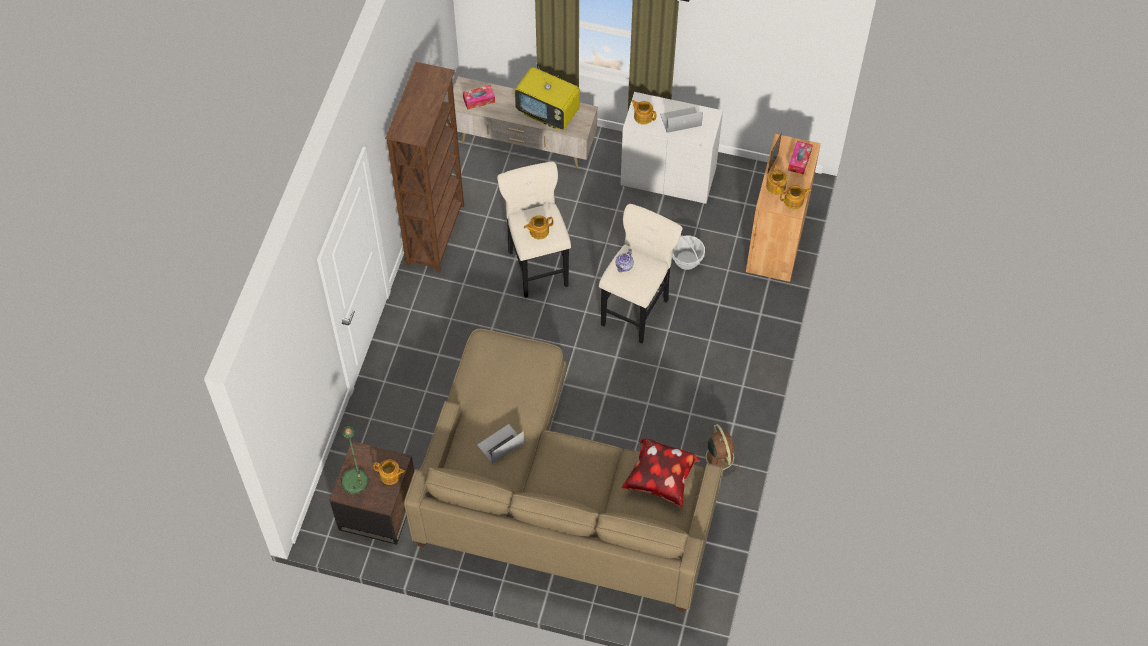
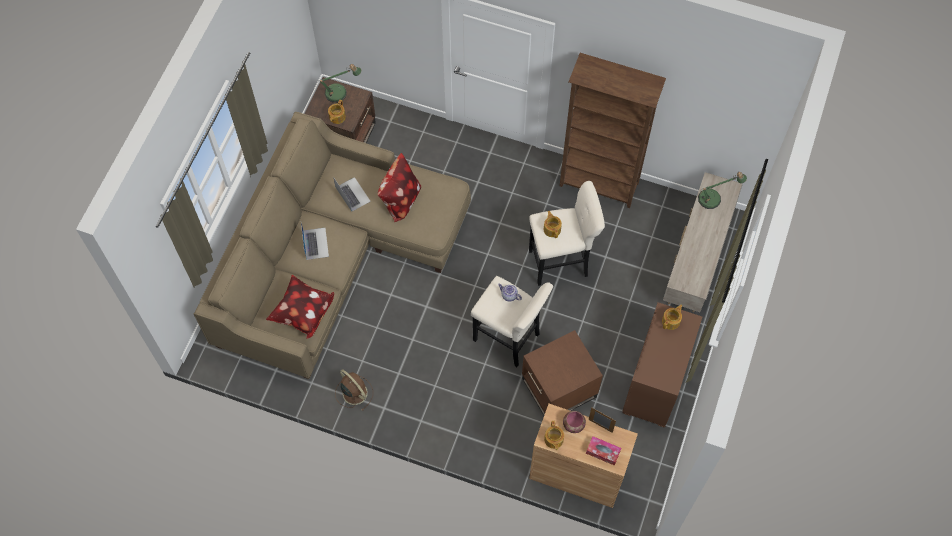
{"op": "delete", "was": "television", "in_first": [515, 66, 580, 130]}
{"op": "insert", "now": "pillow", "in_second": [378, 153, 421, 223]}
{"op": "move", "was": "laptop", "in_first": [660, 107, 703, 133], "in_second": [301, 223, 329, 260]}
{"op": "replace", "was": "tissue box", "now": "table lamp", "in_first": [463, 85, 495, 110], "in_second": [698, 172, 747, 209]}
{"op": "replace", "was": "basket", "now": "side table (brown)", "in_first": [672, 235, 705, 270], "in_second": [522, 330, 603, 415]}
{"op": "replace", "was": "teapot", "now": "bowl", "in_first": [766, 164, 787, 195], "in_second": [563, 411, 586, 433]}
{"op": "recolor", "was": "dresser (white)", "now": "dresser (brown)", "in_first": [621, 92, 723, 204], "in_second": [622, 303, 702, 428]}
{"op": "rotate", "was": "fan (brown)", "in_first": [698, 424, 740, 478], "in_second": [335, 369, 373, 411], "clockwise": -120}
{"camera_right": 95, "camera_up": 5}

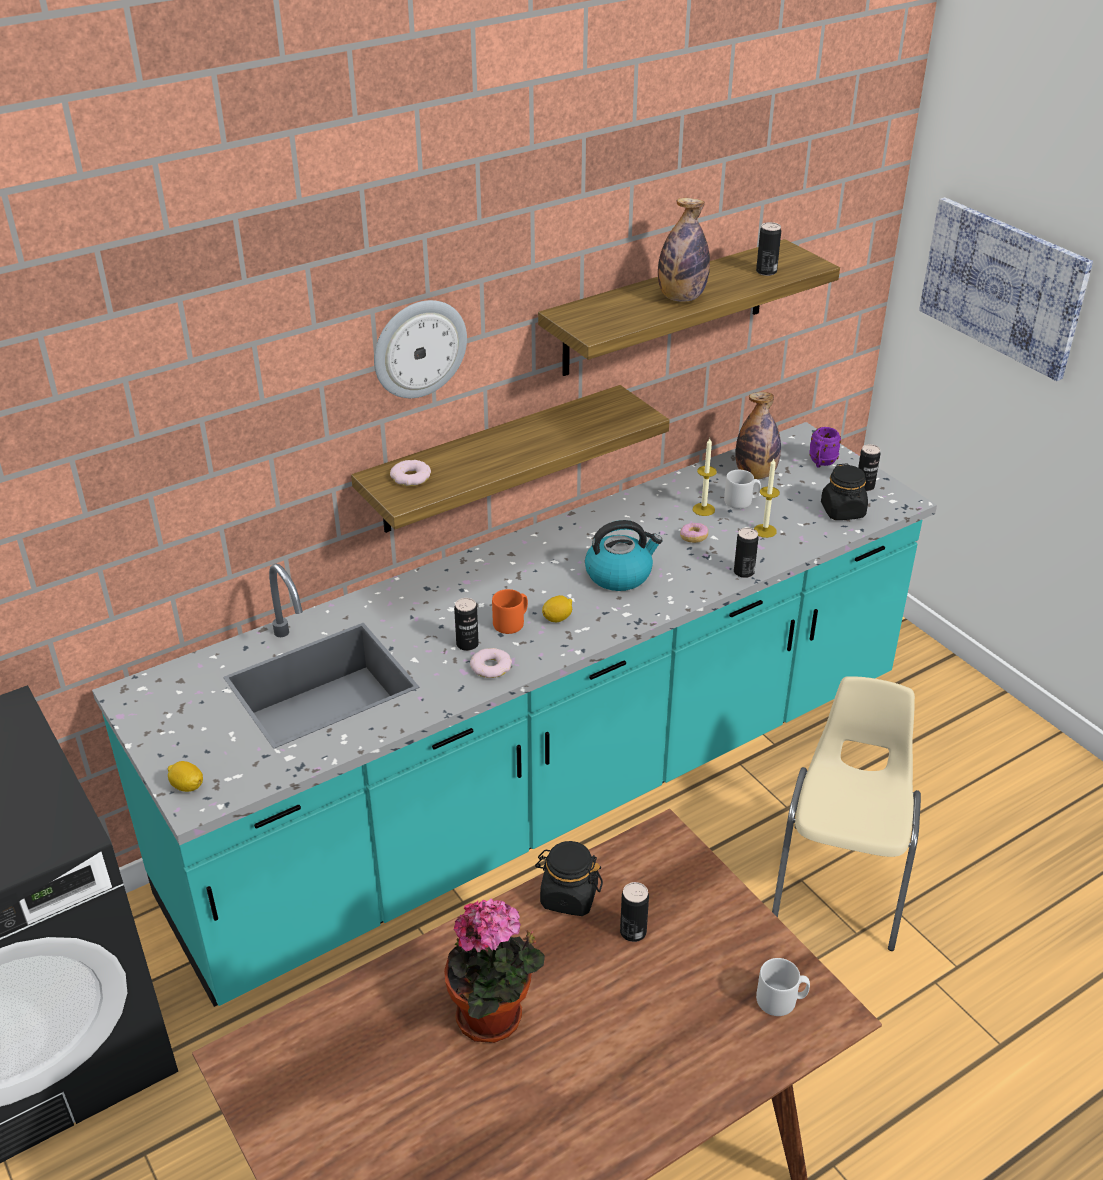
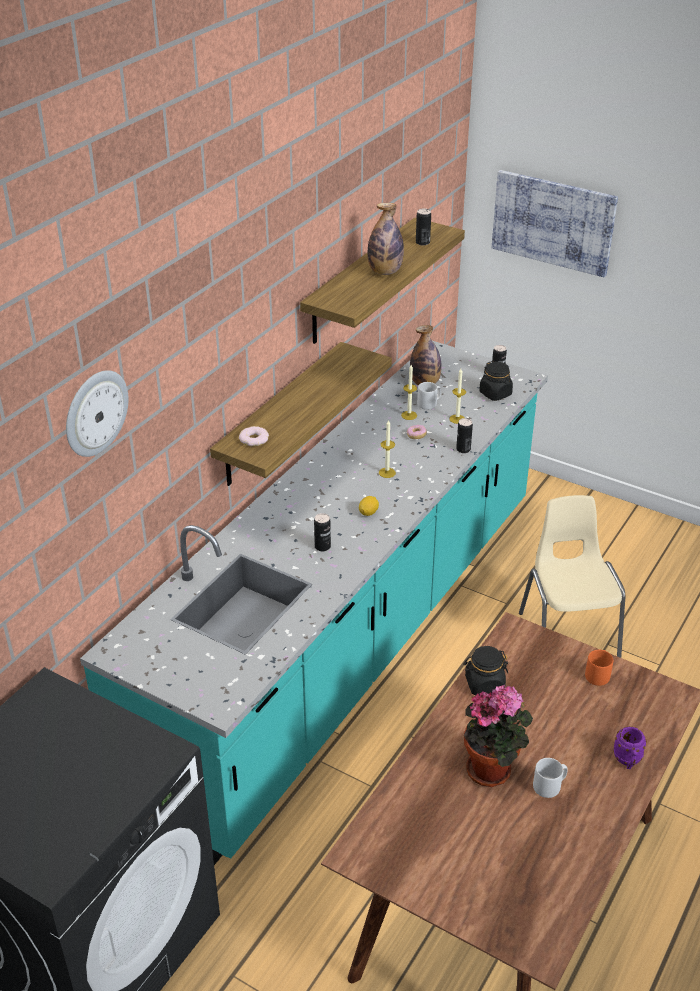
{"op": "delete", "was": "lemon", "in_first": [168, 761, 203, 792]}
{"op": "delete", "was": "donut", "in_first": [470, 648, 512, 678]}
{"op": "delete", "was": "can", "in_first": [620, 882, 649, 942]}
{"op": "move", "was": "wall clock", "in_first": [374, 300, 467, 398], "in_second": [66, 370, 128, 457]}
{"op": "move", "was": "mug (orange)", "in_first": [492, 589, 528, 634], "in_second": [585, 650, 613, 686]}
{"op": "move", "was": "mug (grey)", "in_first": [756, 958, 810, 1016], "in_second": [533, 758, 568, 798]}
{"op": "move", "was": "mug (purple)", "in_first": [809, 427, 841, 468], "in_second": [613, 727, 647, 769]}
{"op": "replace", "was": "kettle", "now": "candle", "in_first": [585, 520, 663, 591], "in_second": [379, 420, 396, 478]}
{"camera_right": -25, "camera_up": 0}

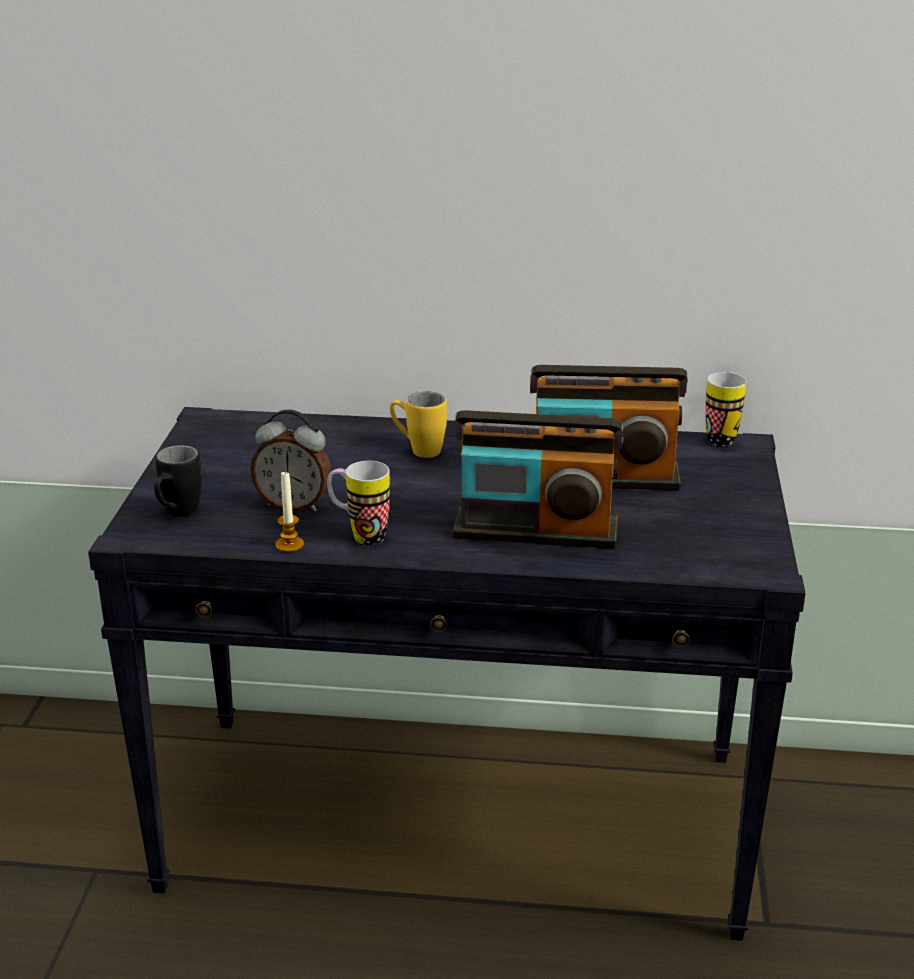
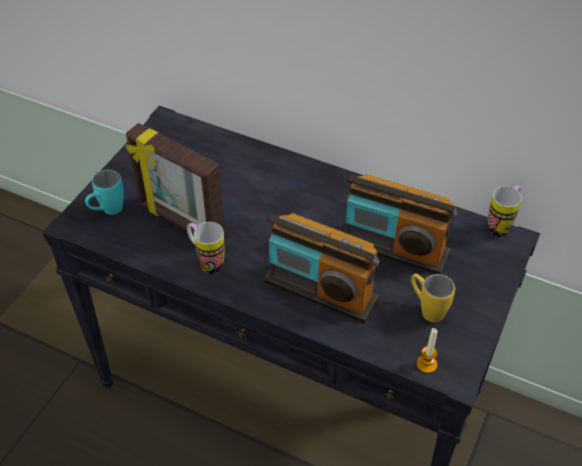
{"op": "move", "was": "candle", "in_first": [275, 472, 304, 552], "in_second": [416, 328, 437, 373]}
{"op": "move", "was": "mug (yellow)", "in_first": [390, 392, 447, 458], "in_second": [411, 274, 455, 322]}
{"op": "replace", "was": "alarm clock", "now": "picture frame", "in_first": [250, 410, 331, 512], "in_second": [125, 123, 225, 236]}
{"op": "recolor", "was": "mug (black)", "now": "mug (turquoise)", "in_first": [154, 445, 202, 517], "in_second": [85, 169, 124, 215]}
{"camera_right": 20, "camera_up": 20}

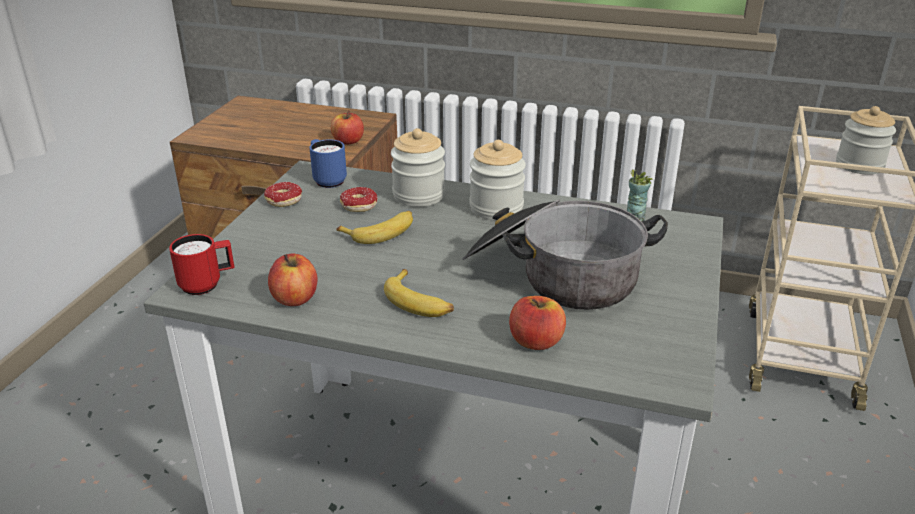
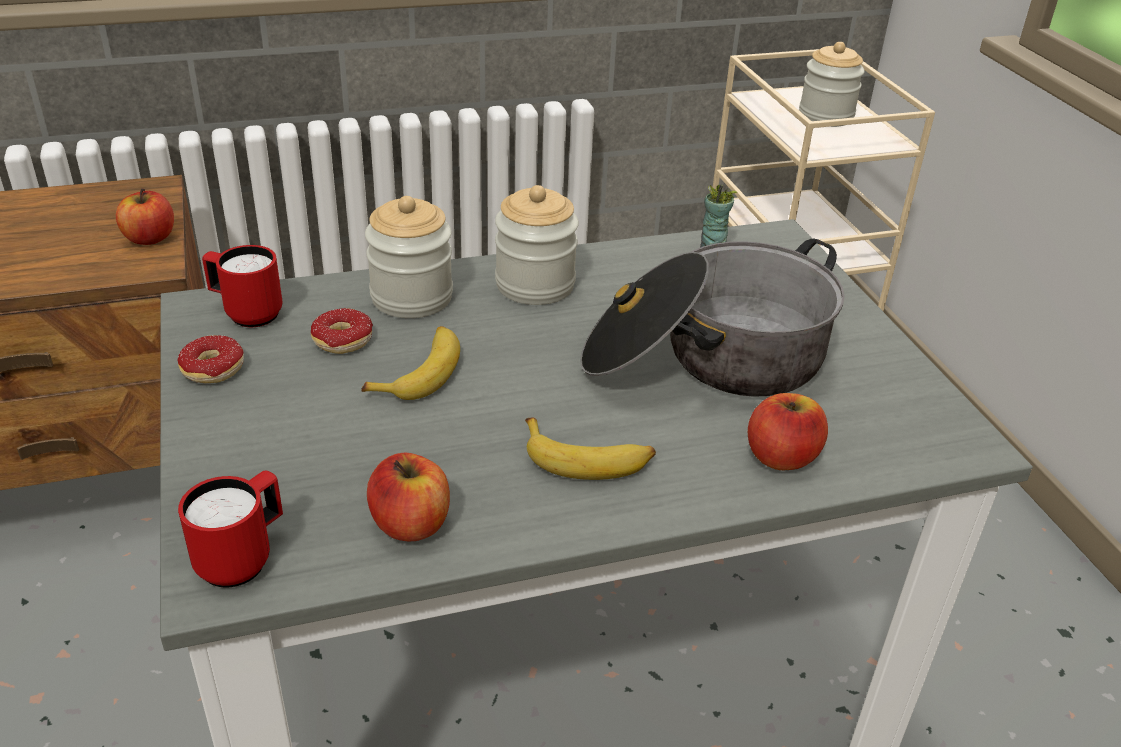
{"op": "recolor", "was": "mug (blue)", "now": "mug (red)", "in_first": [310, 139, 347, 188], "in_second": [202, 245, 283, 327]}
{"camera_right": -35, "camera_up": 5}

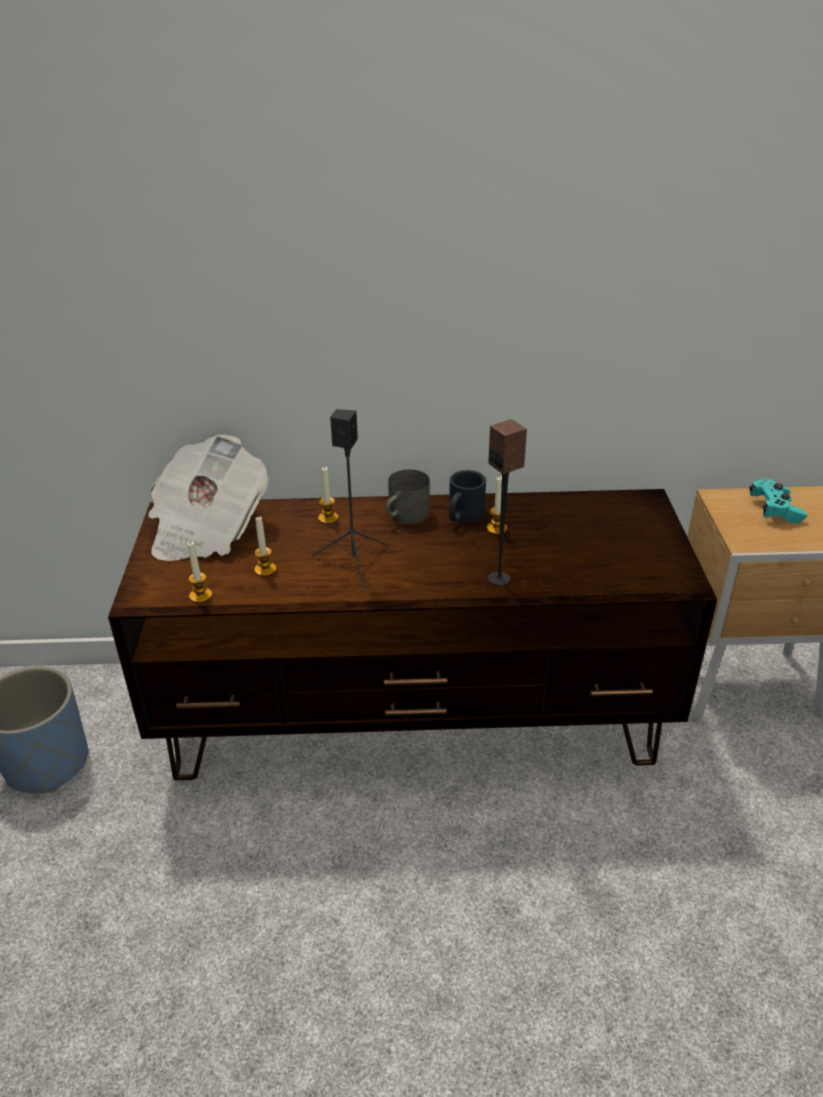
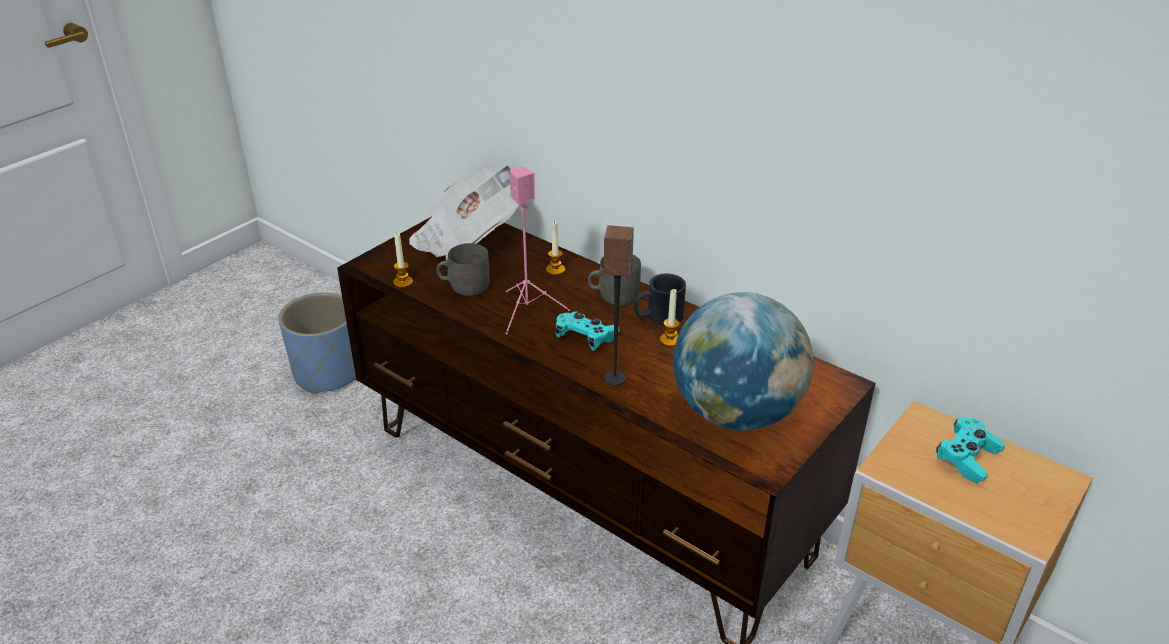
{"op": "insert", "now": "game controller (turquoise)", "in_second": [555, 312, 620, 351]}
{"op": "insert", "now": "globe", "in_second": [673, 292, 813, 431]}
{"op": "replace", "was": "candle", "now": "mug (grey)", "in_first": [254, 516, 276, 577], "in_second": [437, 243, 490, 296]}
{"op": "recolor", "was": "speaker (black)", "now": "speaker (pink)", "in_first": [311, 409, 388, 592], "in_second": [505, 166, 570, 335]}
{"camera_right": 40, "camera_up": 0}

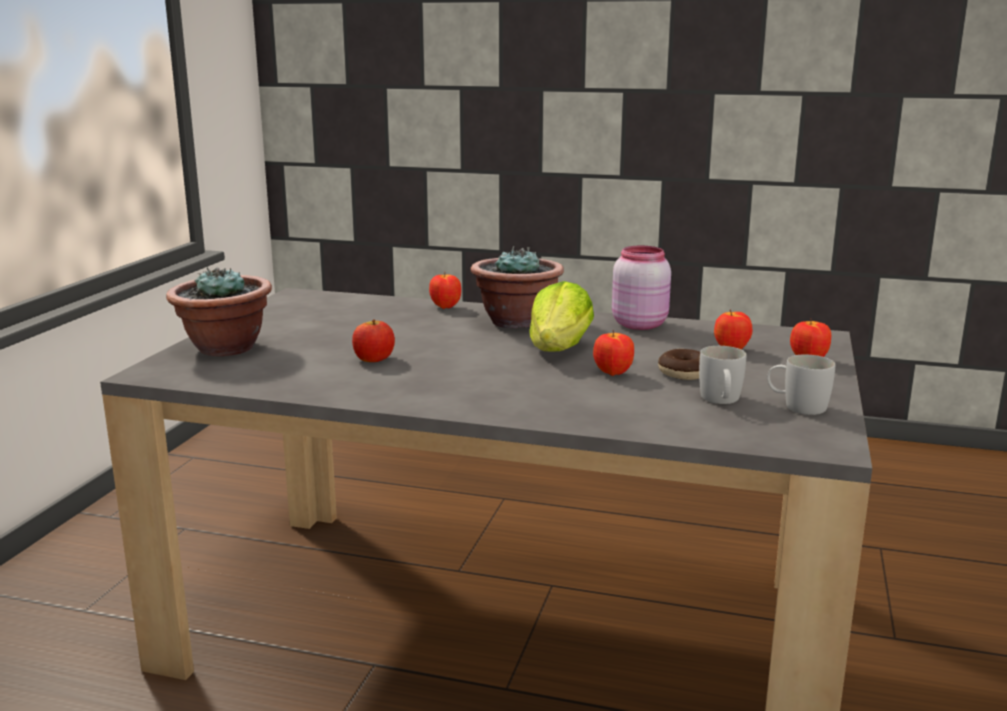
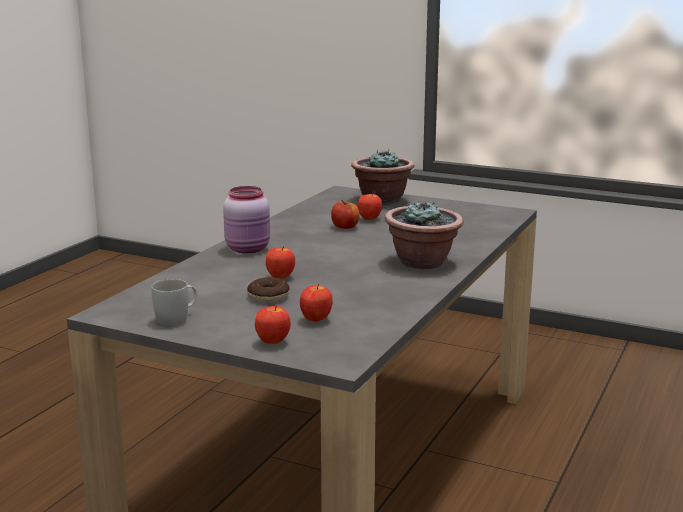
{"op": "delete", "was": "lettuce", "in_first": [529, 281, 594, 352]}
{"op": "delete", "was": "mug (white)", "in_first": [699, 346, 746, 404]}
{"op": "move", "was": "apple", "in_first": [429, 272, 461, 309], "in_second": [358, 194, 382, 220]}
{"op": "move", "was": "jar (pink)", "in_first": [612, 246, 671, 330], "in_second": [223, 186, 270, 254]}
{"camera_right": 100, "camera_up": 0}

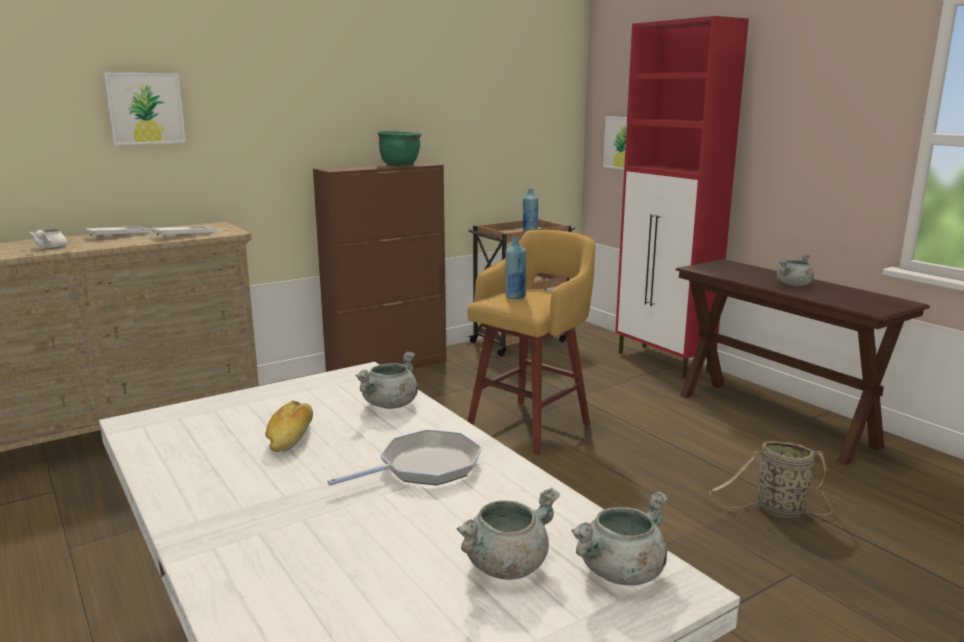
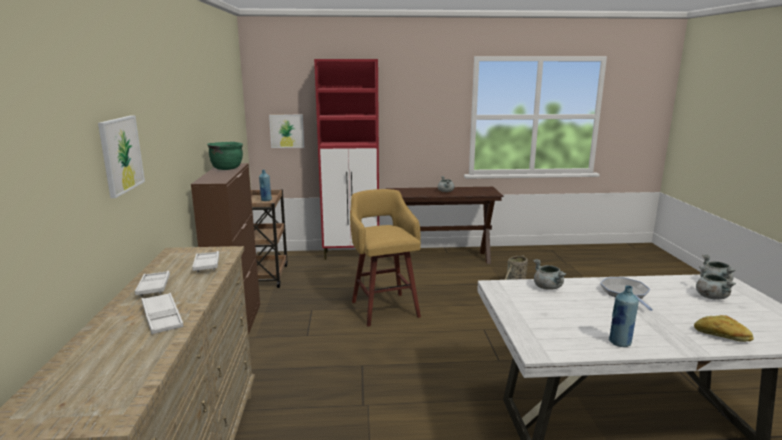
{"op": "move", "was": "bread", "in_first": [265, 400, 313, 452], "in_second": [694, 315, 754, 342]}
{"op": "move", "was": "bottle (blue)", "in_first": [505, 238, 526, 299], "in_second": [609, 285, 639, 347]}
{"op": "replace", "was": "teapot (white)", "now": "tray (white)", "in_first": [28, 229, 68, 248], "in_second": [142, 293, 183, 334]}
{"camera_right": -60, "camera_up": 0}

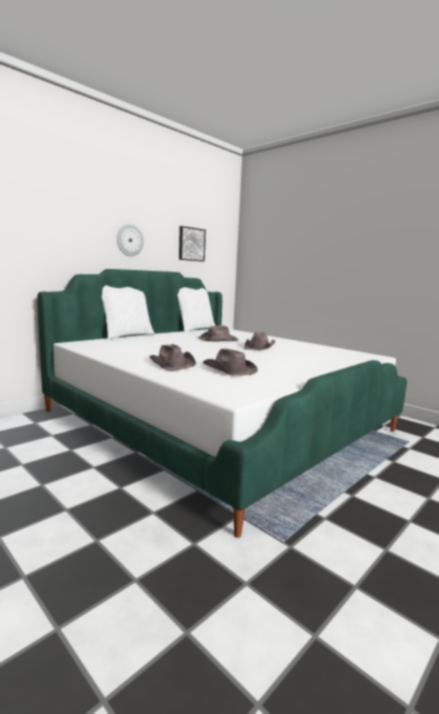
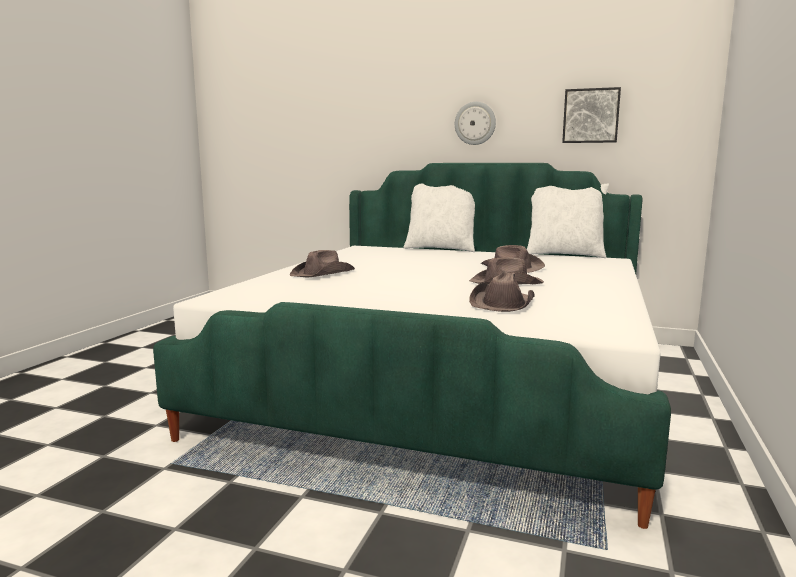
{"op": "move", "was": "hat (brown)", "in_first": [203, 349, 258, 376], "in_second": [469, 271, 535, 312]}
{"camera_right": 65, "camera_up": 0}

